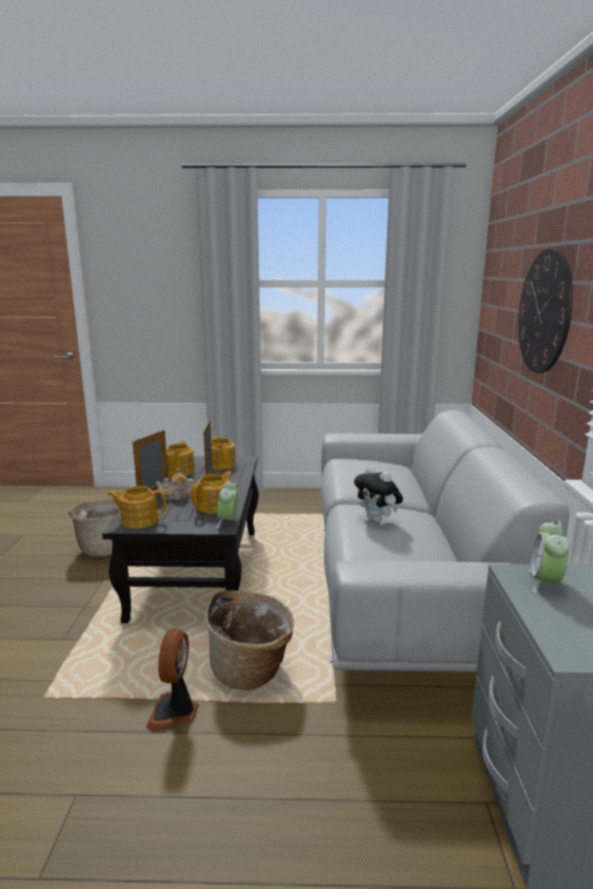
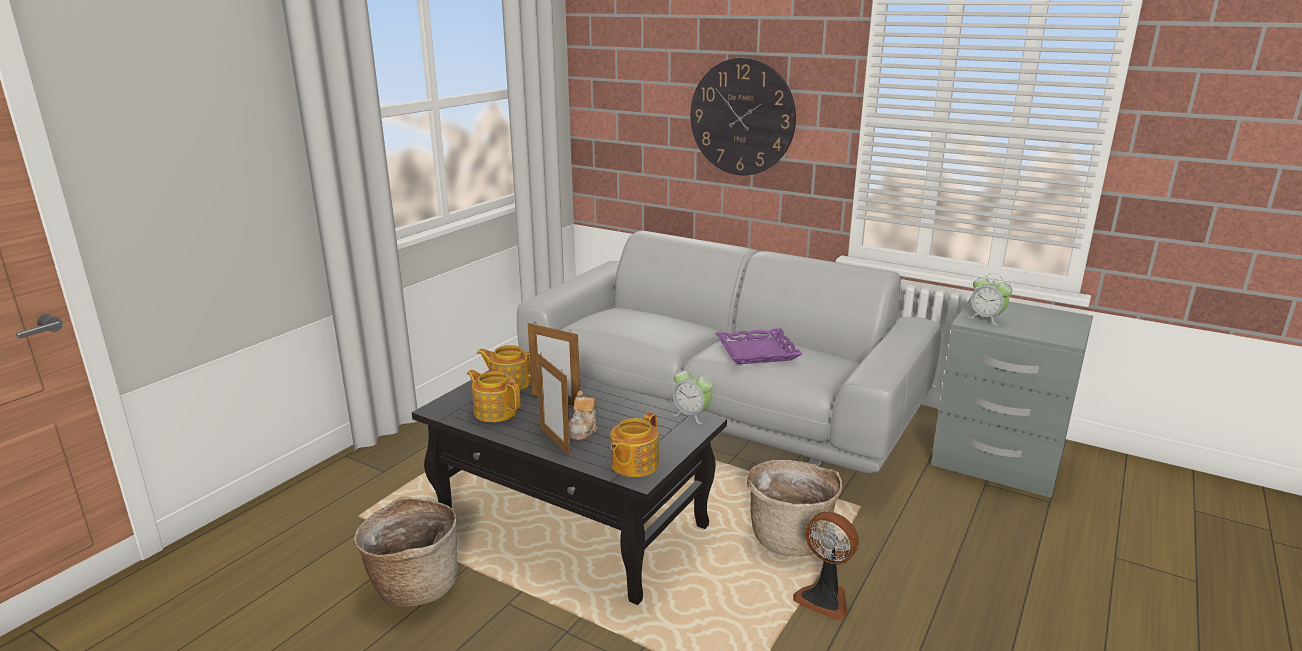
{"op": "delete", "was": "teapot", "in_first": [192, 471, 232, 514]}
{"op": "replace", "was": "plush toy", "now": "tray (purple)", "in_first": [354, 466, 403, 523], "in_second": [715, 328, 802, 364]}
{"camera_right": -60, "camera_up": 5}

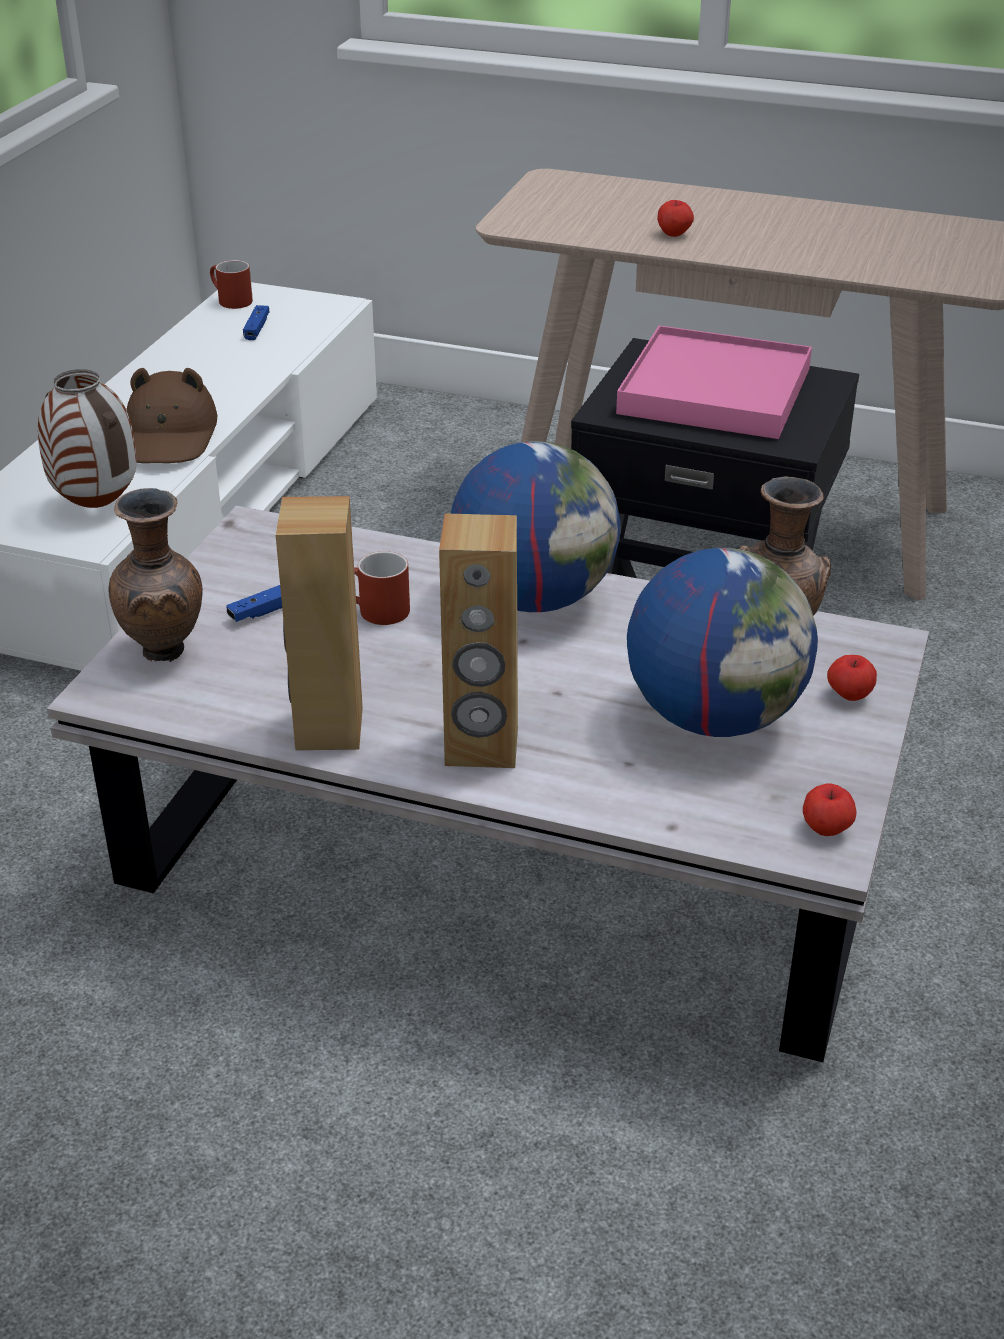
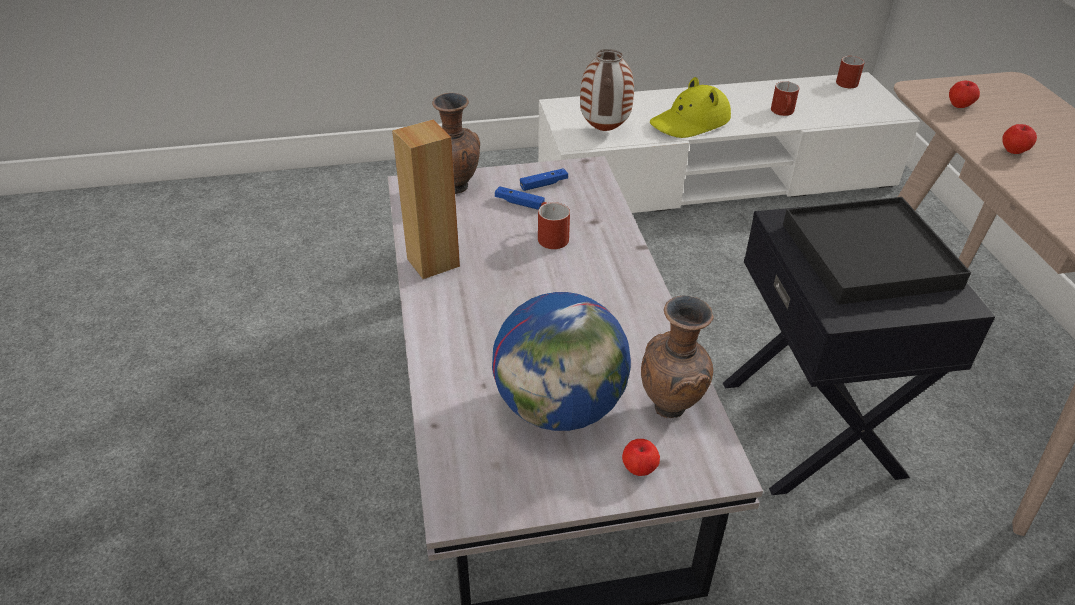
{"op": "delete", "was": "speaker (brown)", "in_first": [439, 513, 518, 768]}
{"op": "delete", "was": "globe", "in_first": [451, 441, 621, 612]}
{"op": "insert", "now": "mug (red)", "in_second": [771, 81, 799, 116]}
{"op": "move", "was": "game controller (blue)", "in_first": [243, 305, 270, 340], "in_second": [520, 168, 568, 191]}
{"op": "move", "was": "apple", "in_first": [803, 783, 857, 836], "in_second": [949, 81, 980, 108]}
{"op": "recolor", "was": "hat (brown)", "now": "hat (yellow)", "in_first": [126, 368, 217, 463], "in_second": [650, 77, 731, 138]}
{"op": "recolor", "was": "tray (pink)", "now": "tray (black)", "in_first": [616, 325, 812, 439], "in_second": [783, 197, 971, 305]}
{"camera_right": 60, "camera_up": 5}

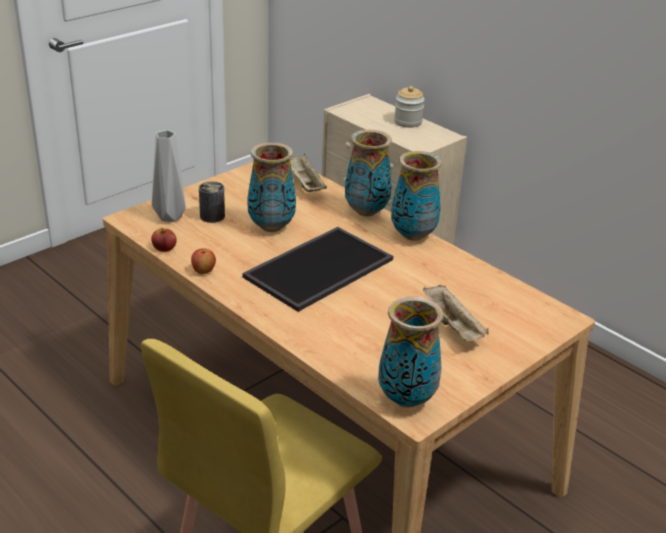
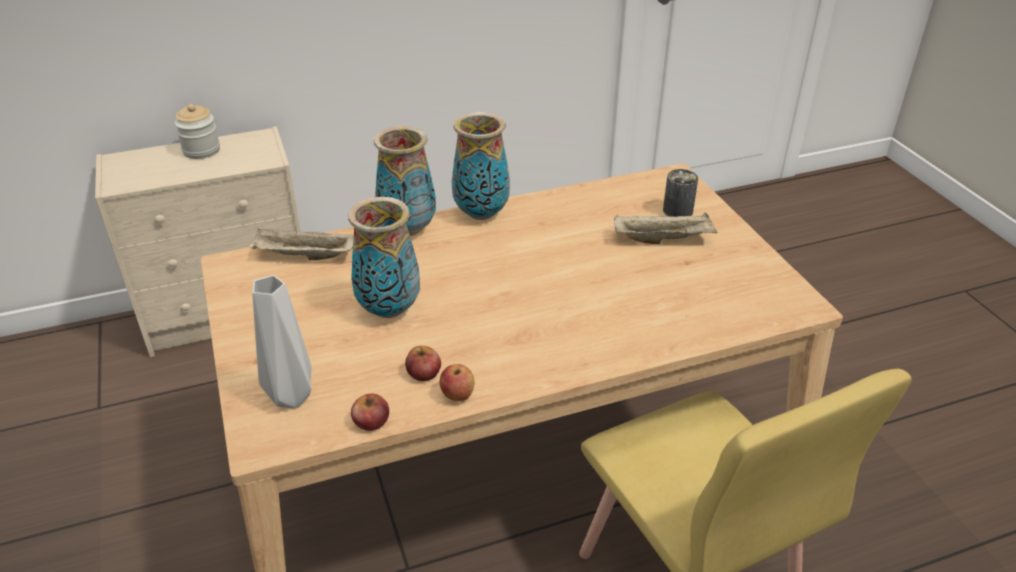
{"op": "delete", "was": "tray", "in_first": [242, 227, 393, 312]}
{"op": "delete", "was": "vase", "in_first": [378, 296, 444, 408]}
{"op": "insert", "now": "apple", "in_second": [405, 346, 441, 381]}
{"op": "move", "was": "can", "in_first": [199, 181, 225, 223], "in_second": [663, 169, 698, 217]}
{"camera_right": -65, "camera_up": 5}

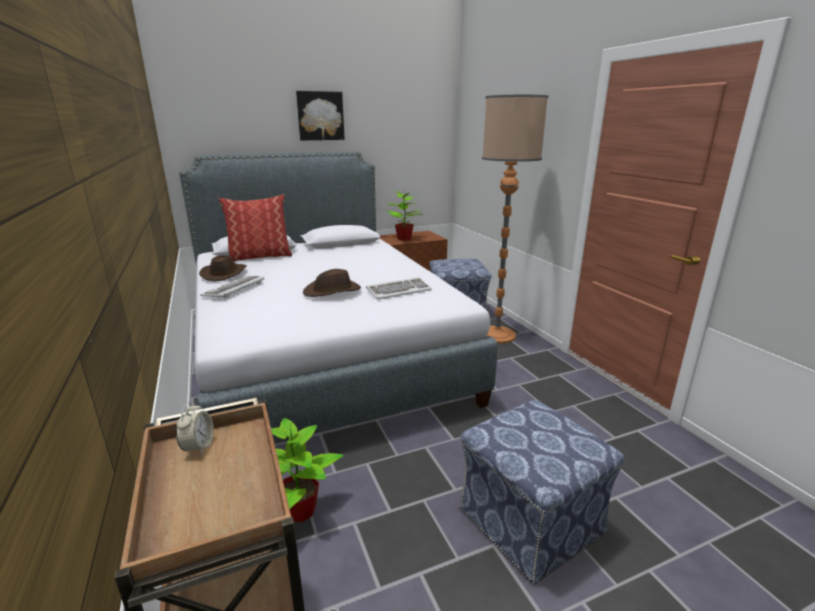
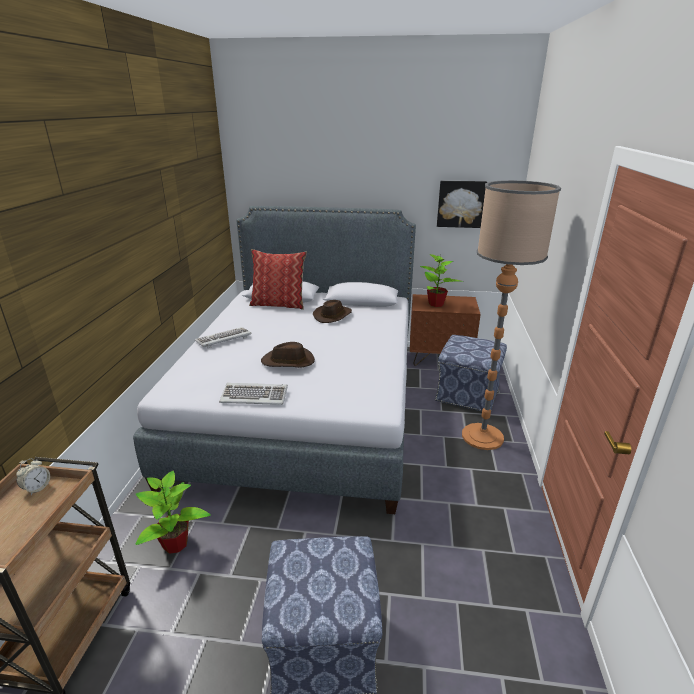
{"op": "move", "was": "hat (brown)", "in_first": [199, 255, 247, 282], "in_second": [313, 300, 352, 323]}
{"op": "move", "was": "picture", "in_first": [296, 91, 345, 140], "in_second": [437, 181, 487, 228]}
{"op": "move", "was": "keyboard", "in_first": [366, 277, 432, 299], "in_second": [219, 383, 288, 405]}
{"camera_right": 30, "camera_up": 5}

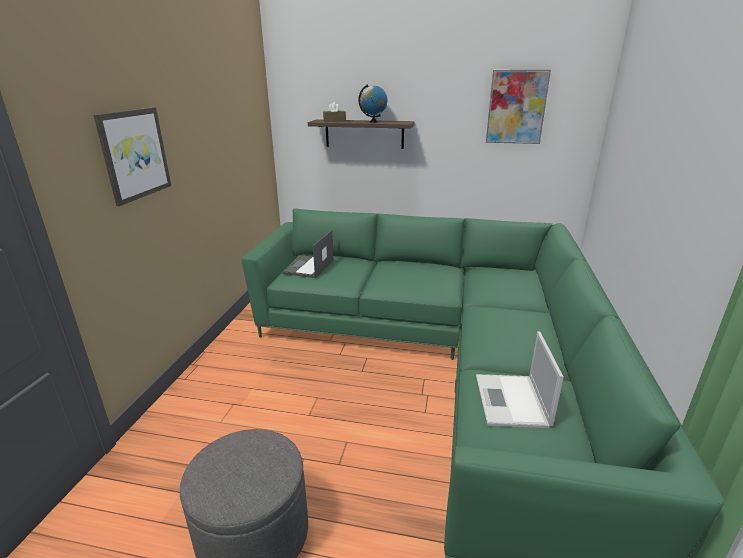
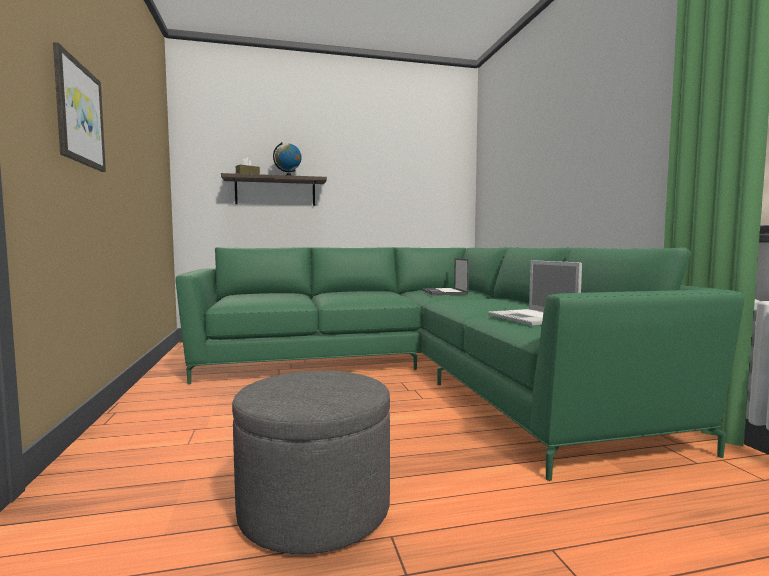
{"op": "delete", "was": "picture", "in_first": [486, 70, 551, 144]}
{"op": "move", "was": "laptop", "in_first": [282, 230, 333, 278], "in_second": [422, 258, 469, 295]}
{"camera_right": -25, "camera_up": -20}

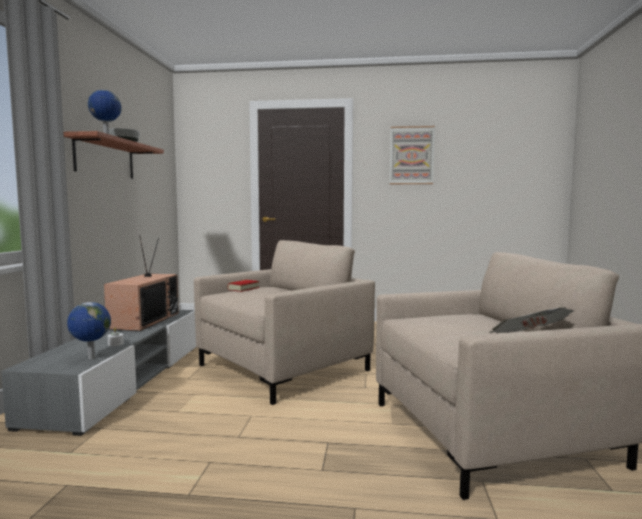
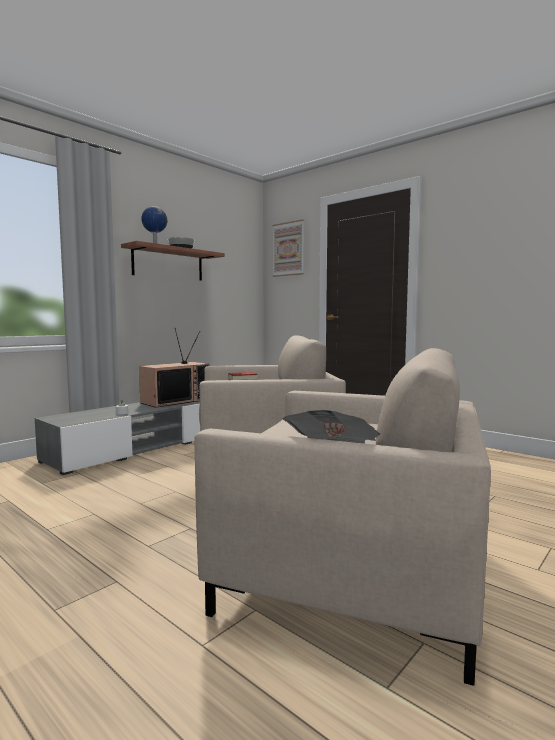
{"op": "delete", "was": "globe", "in_first": [67, 302, 111, 359]}
{"op": "move", "was": "picture", "in_first": [390, 126, 435, 184], "in_second": [272, 219, 304, 277]}
{"camera_right": 35, "camera_up": 0}

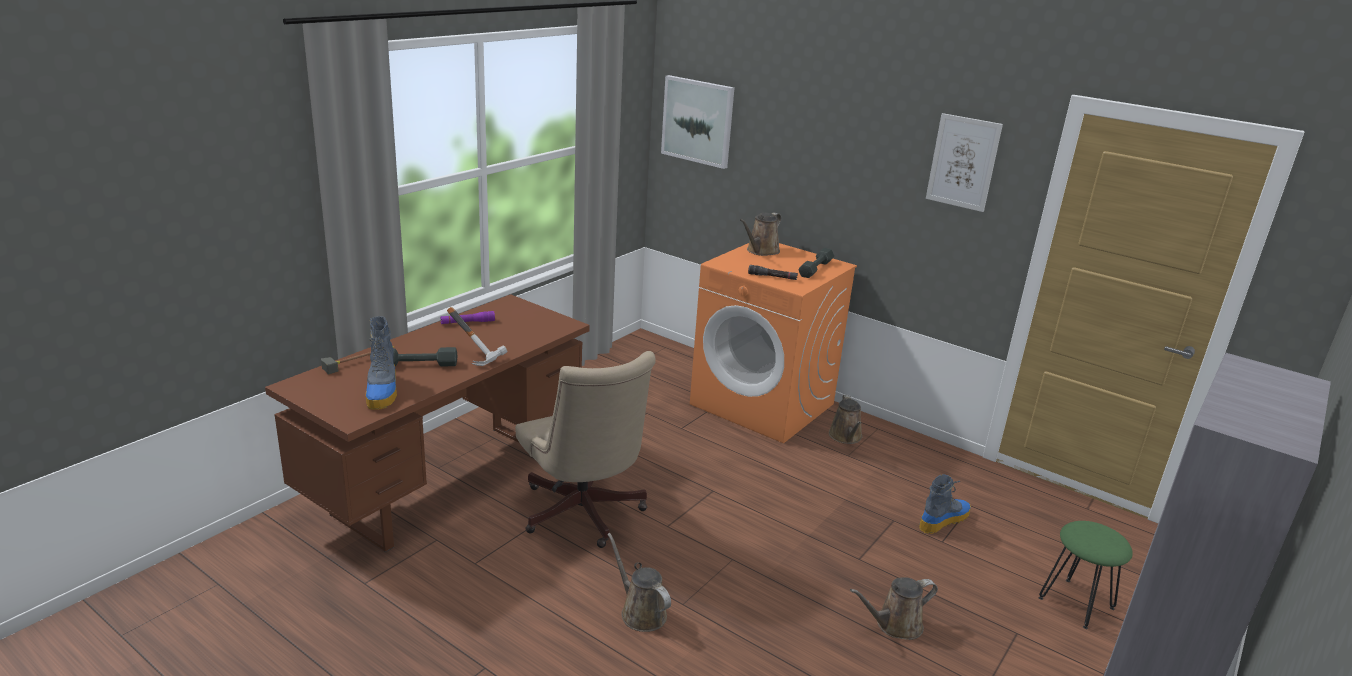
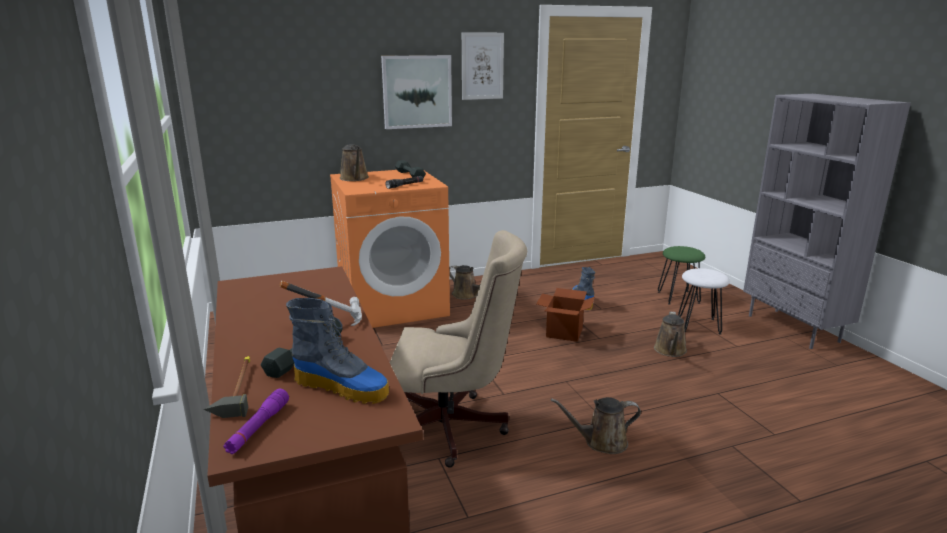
{"op": "insert", "now": "cardboard box", "in_second": [536, 288, 595, 342]}
{"op": "insert", "now": "stool (white)", "in_second": [678, 268, 730, 335]}
{"op": "move", "was": "flashlight (purple)", "in_first": [440, 311, 495, 324], "in_second": [224, 389, 289, 454]}
{"op": "move", "was": "picture", "in_first": [661, 75, 734, 169], "in_second": [381, 55, 452, 129]}
{"camera_right": -55, "camera_up": -5}

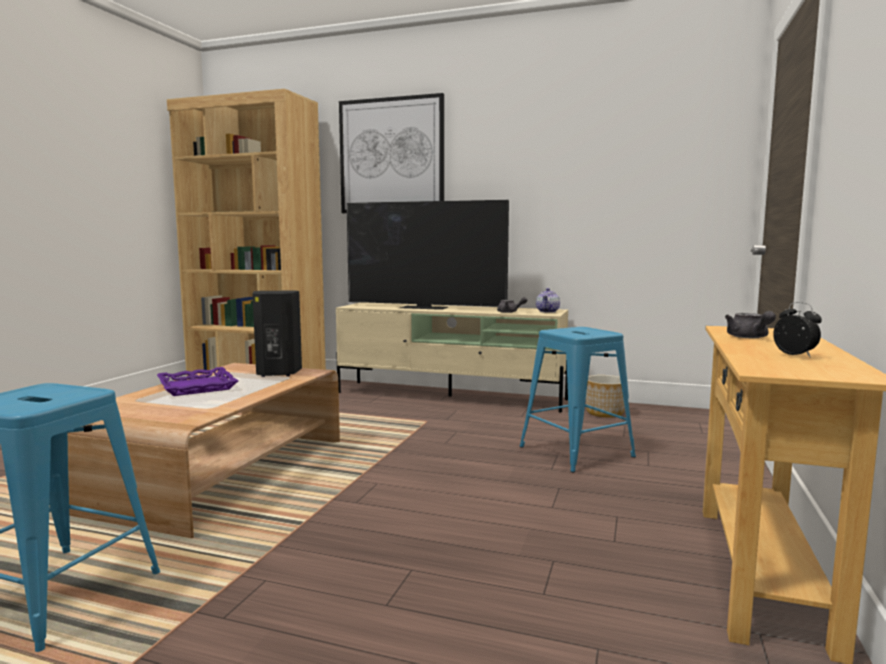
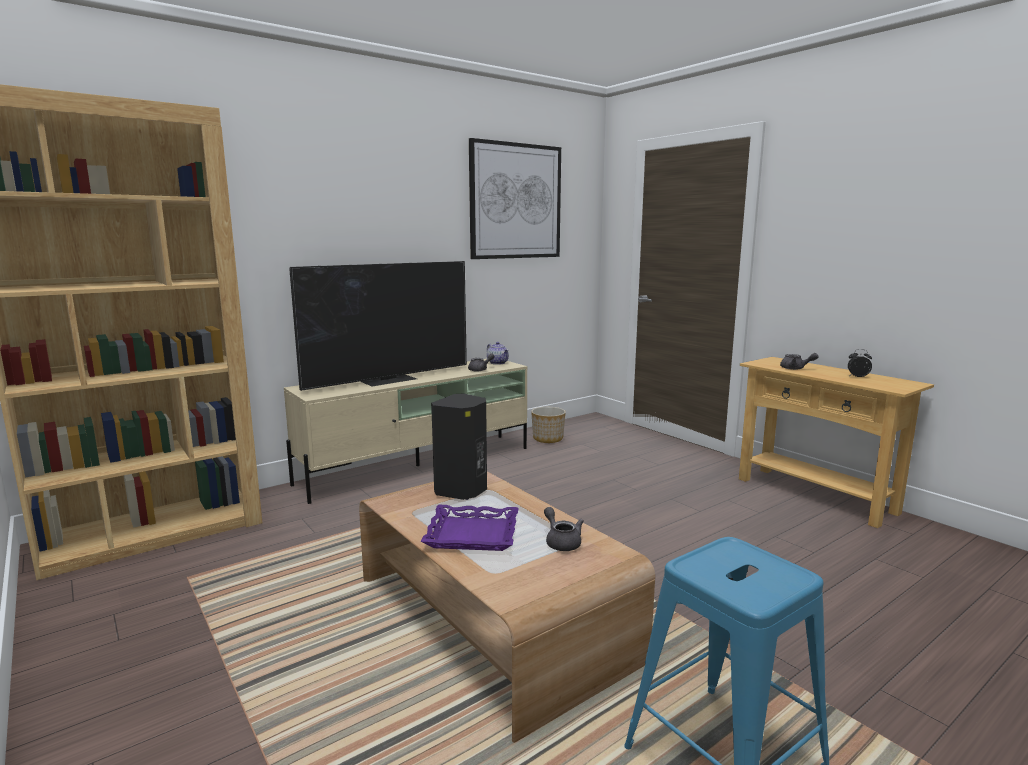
{"op": "delete", "was": "stool (blue)", "in_first": [520, 327, 636, 472]}
{"op": "insert", "now": "teapot (grey)", "in_second": [544, 507, 584, 551]}
{"op": "move", "was": "picture", "in_first": [339, 93, 444, 213], "in_second": [469, 138, 561, 259]}
{"camera_right": -55, "camera_up": 5}

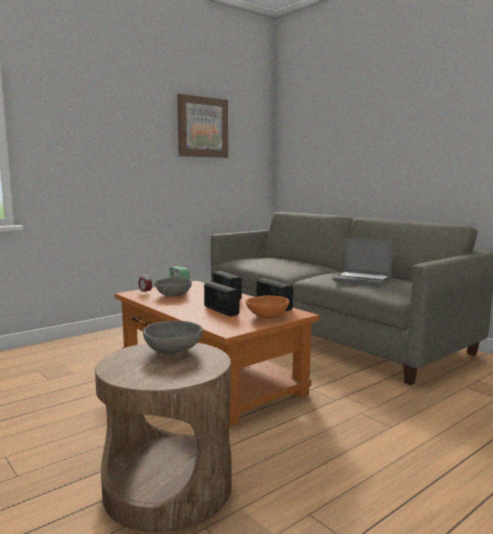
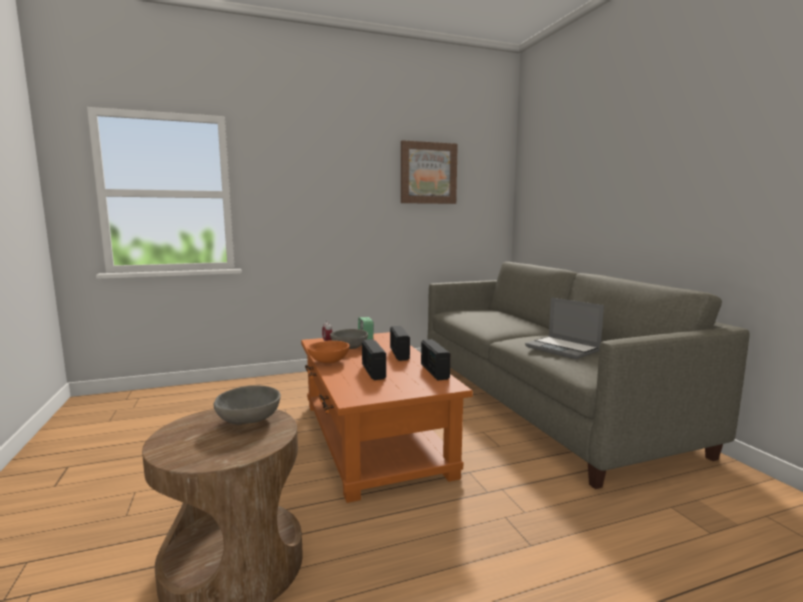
{"op": "move", "was": "bowl (orange)", "in_first": [246, 295, 290, 318], "in_second": [307, 341, 350, 363]}
{"camera_right": 20, "camera_up": 0}

